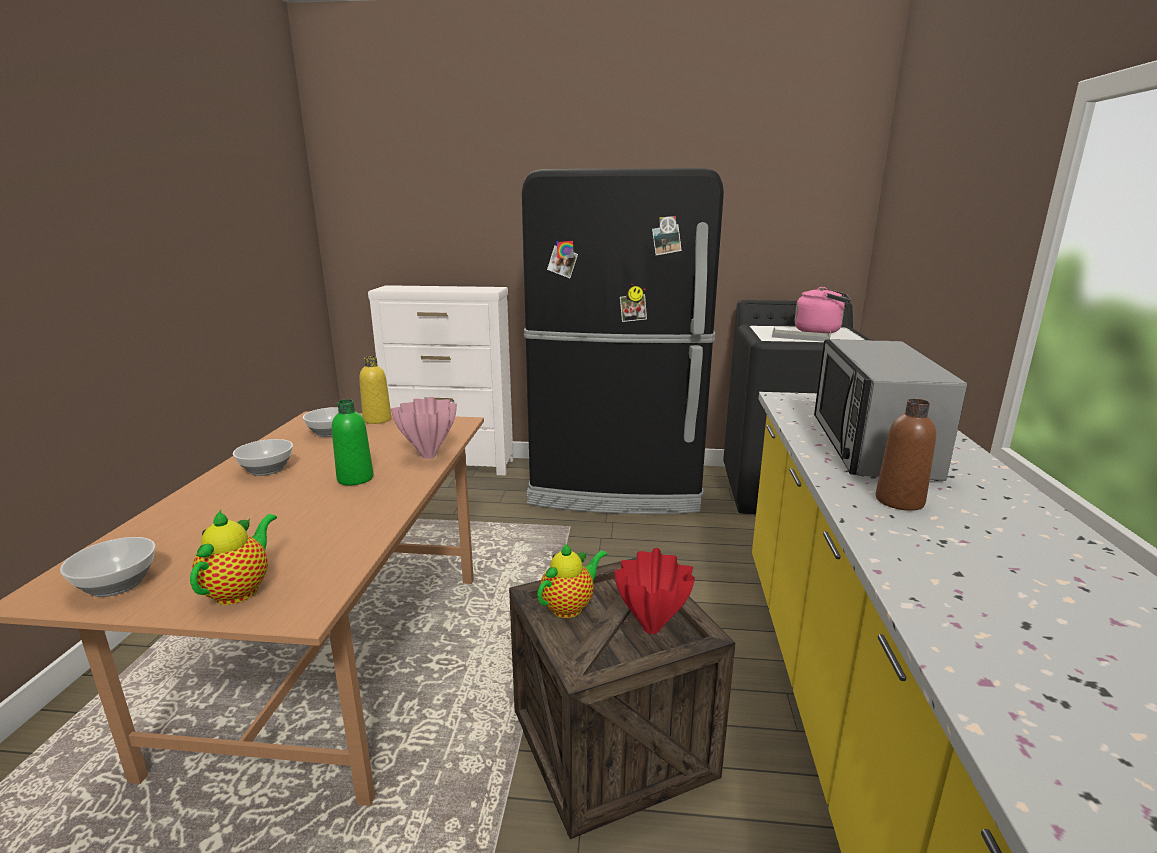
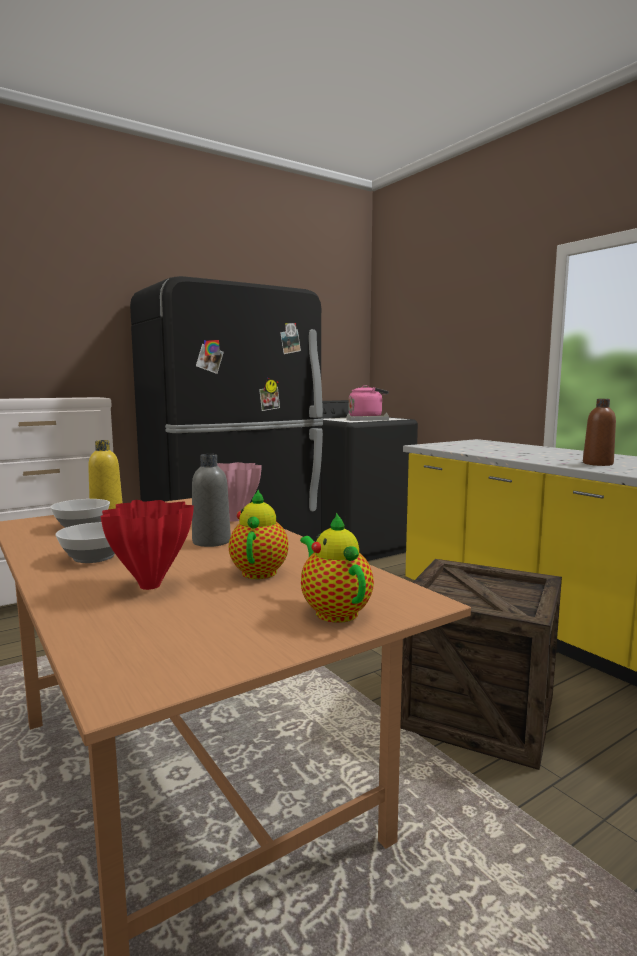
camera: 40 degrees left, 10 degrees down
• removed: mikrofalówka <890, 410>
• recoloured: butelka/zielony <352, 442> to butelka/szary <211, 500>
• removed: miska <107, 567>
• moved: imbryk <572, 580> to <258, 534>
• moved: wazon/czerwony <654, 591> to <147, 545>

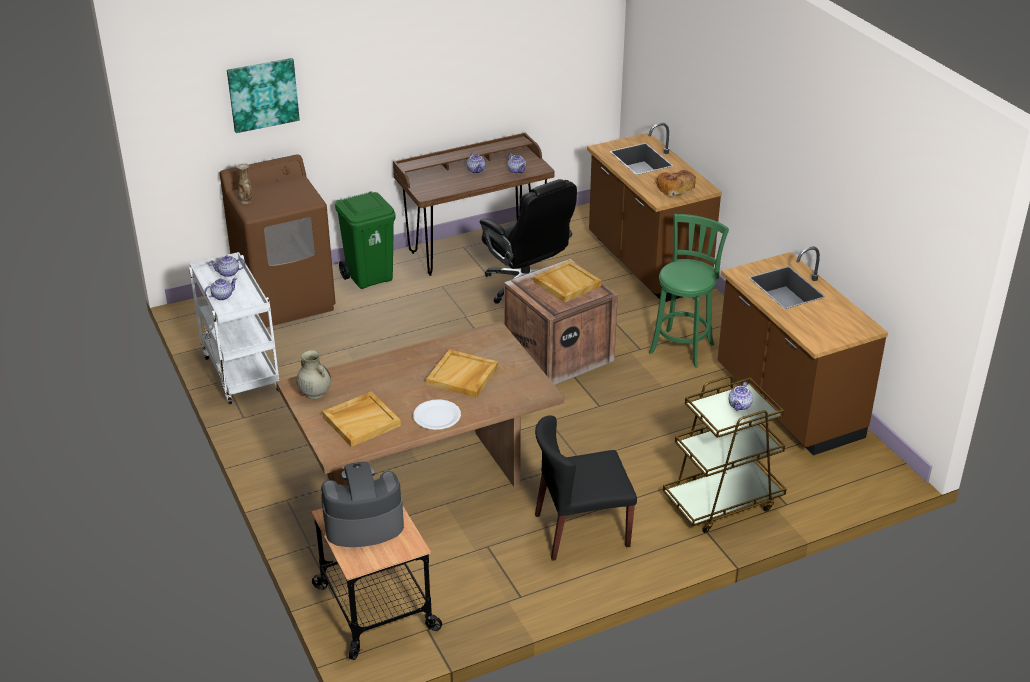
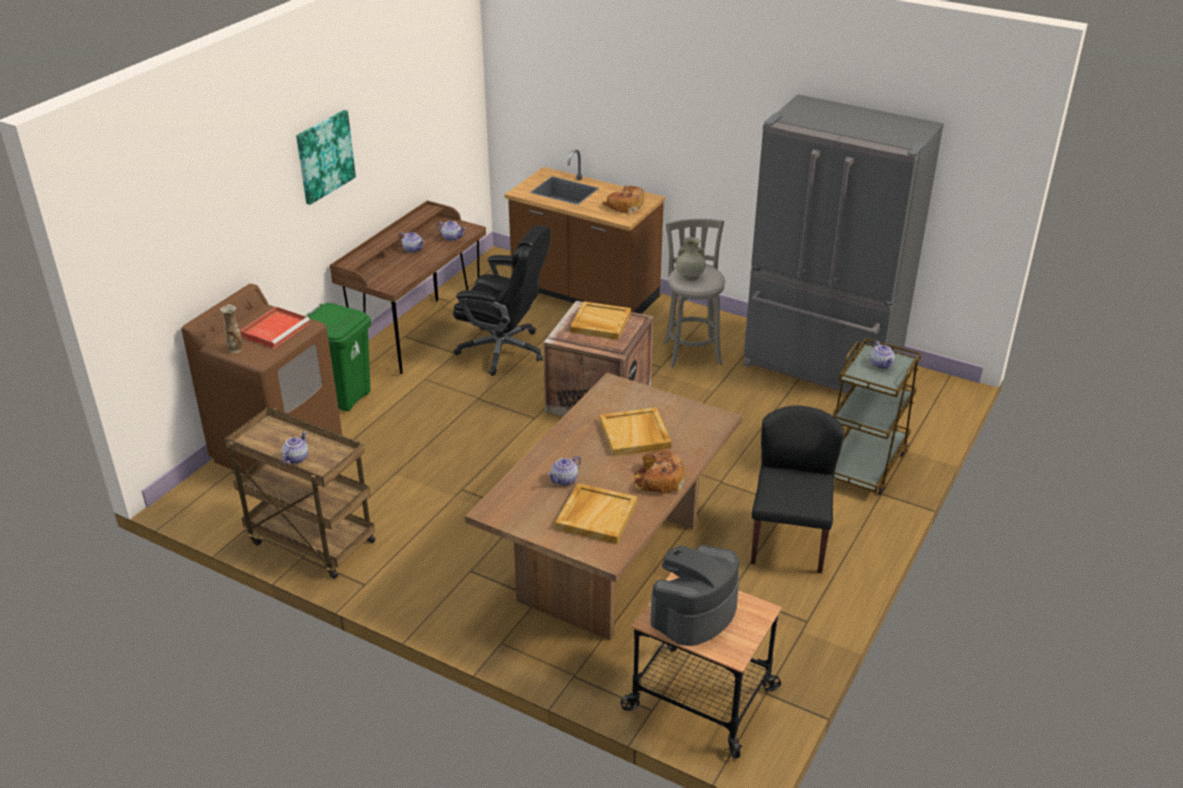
camera: 35 degrees left, 0 degrees up
• moved: obraz <263, 95> to <326, 157>
• recoloured: stołek/zielony <689, 291> to stołek/szary <694, 293>
• replaced: zabudowa kuchenna/brązowy <802, 351> to lodówka/szary <843, 244>
• recoloured: wózek/biały <234, 328> to wózek/brązowy <299, 492>
• moved: imbryk <228, 266> to <564, 471>
• moved: wazon/beżowy <313, 374> to <691, 259>
• replaced: talerz/biały <437, 414> to chleb <658, 471>
• turned: krzesło/czarny <586, 488> = <797, 489> 150 degrees clockwise
• added: taca/czerwony <275, 328>

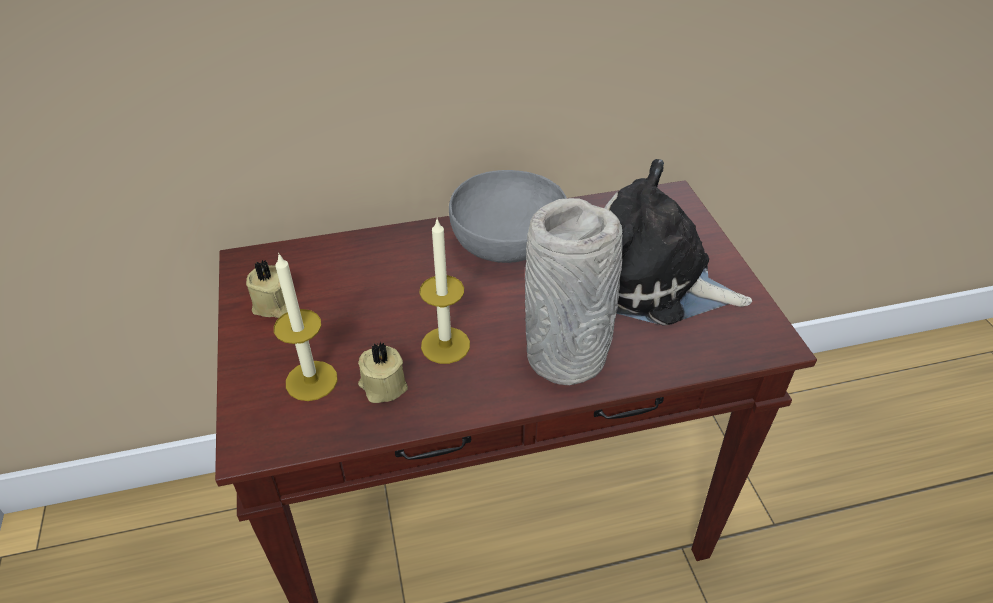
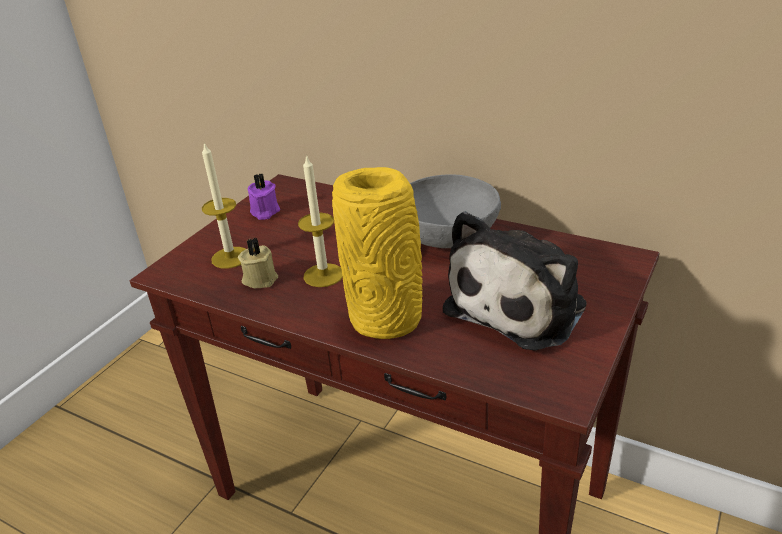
camera: 45 degrees right, 10 degrees down
• turned: pluszak <678, 242> = <514, 281> 120 degrees counterclockwise
• recoloured: wazon/szary <574, 291> to wazon/żółty <377, 253>
• recoloured: świeca/beżowy <266, 289> to świeca/fioletowy <264, 197>

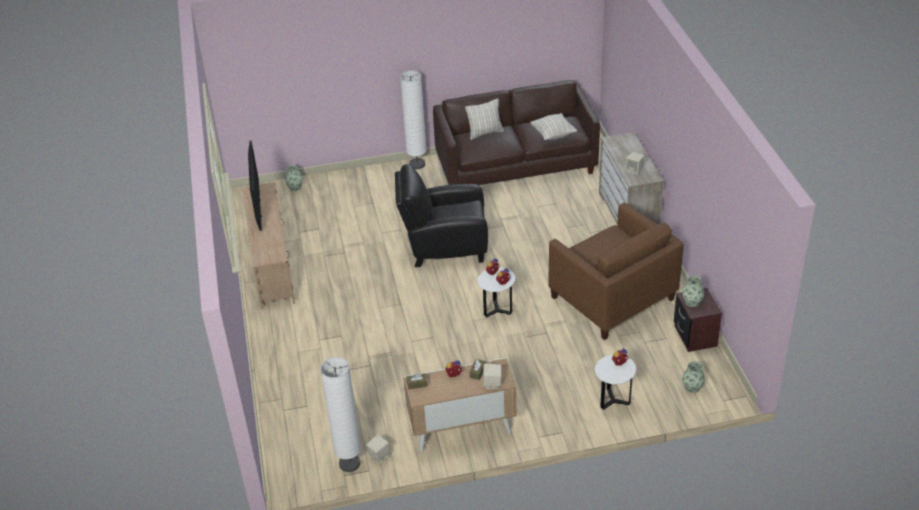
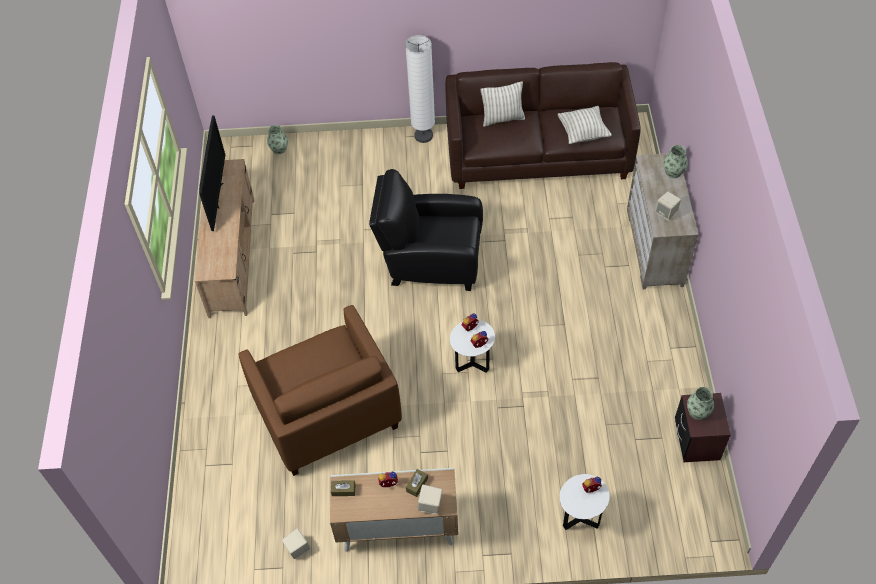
camera: 10 degrees right, 15 degrees up
• moved: fotel/brązowy <615, 271> to <320, 390>
• removed: lampa stojąca/biały <340, 414>
• moved: wazon <693, 377> to <676, 161>

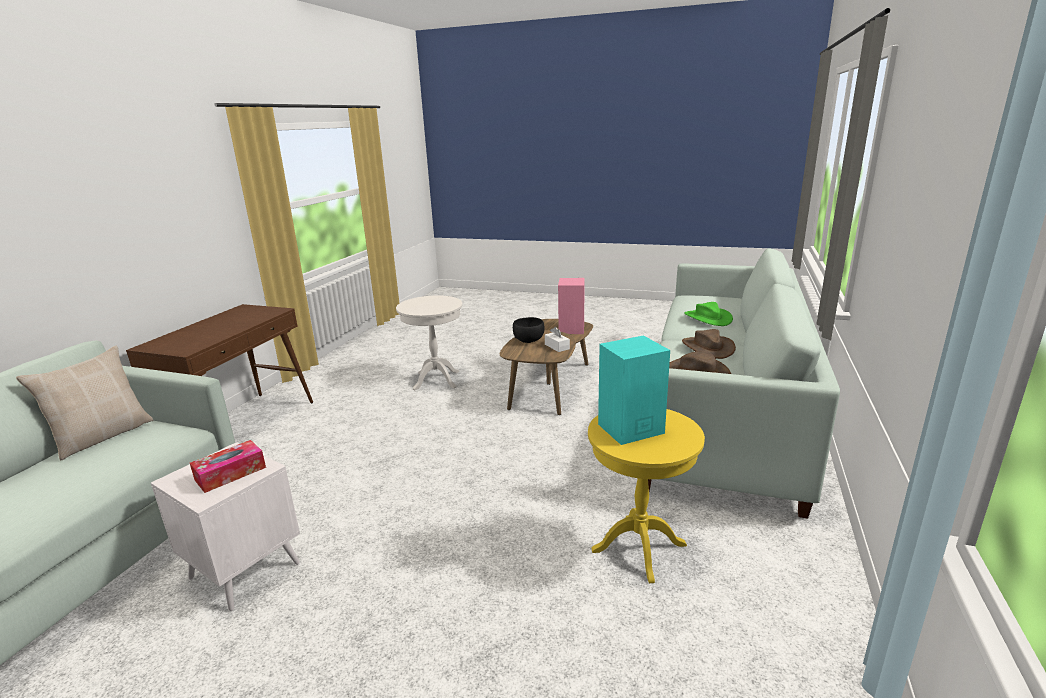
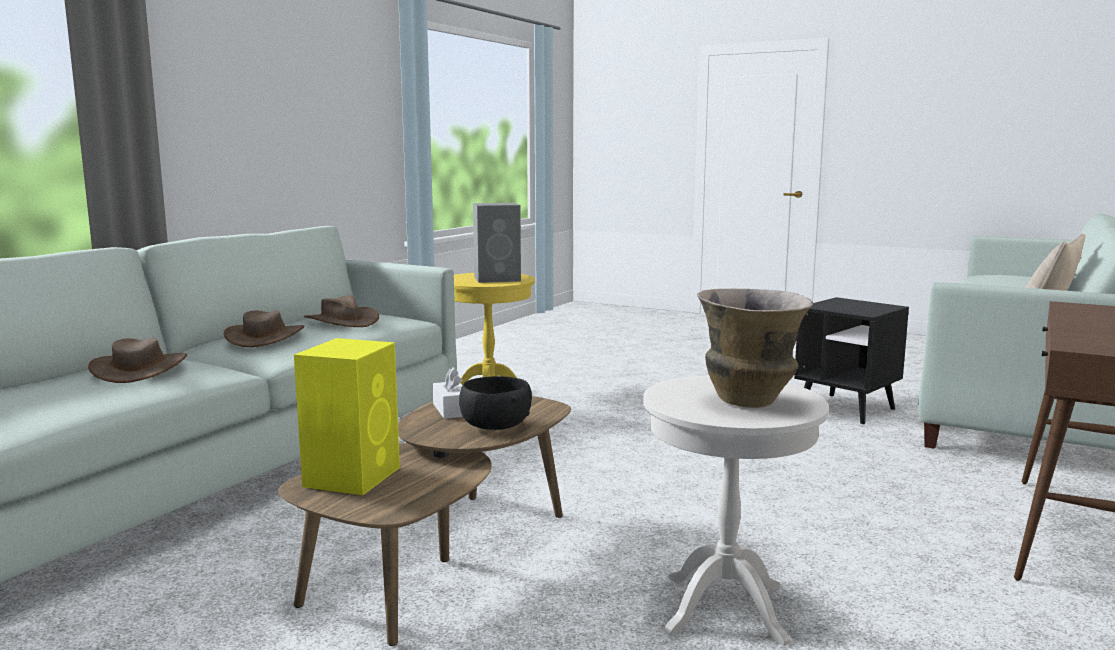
camera: 170 degrees left, 10 degrees down
• recoloured: głośnik/różowy <571, 306> to głośnik/żółty <347, 416>
• recoloured: kapelusz/zielony <708, 314> to kapelusz/brązowy <137, 360>
• recoloured: głośnik/turkusowy <634, 390> to głośnik/szary <497, 243>
• removed: pudełko chusteczek <228, 466>
• recoloured: stolik/biały <225, 526> to stolik/czarny <851, 361>
• added: wazon <755, 348>

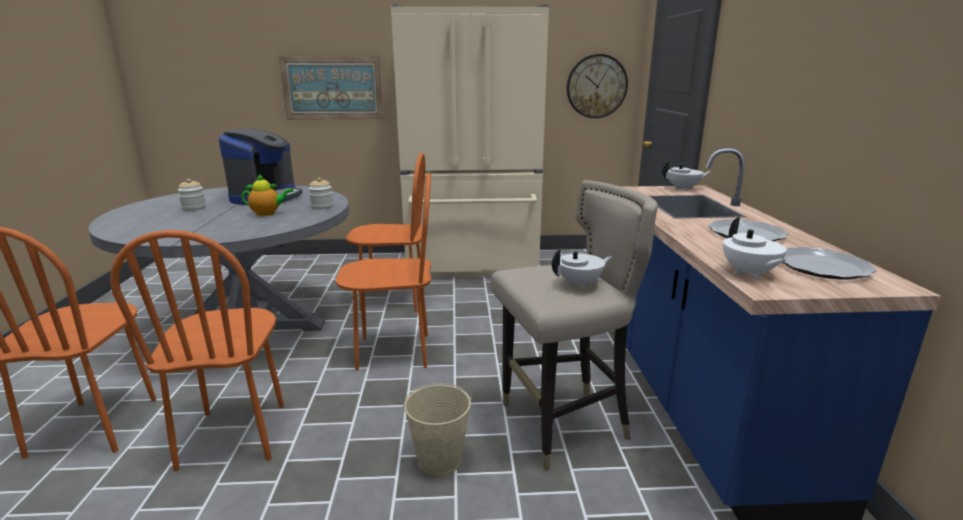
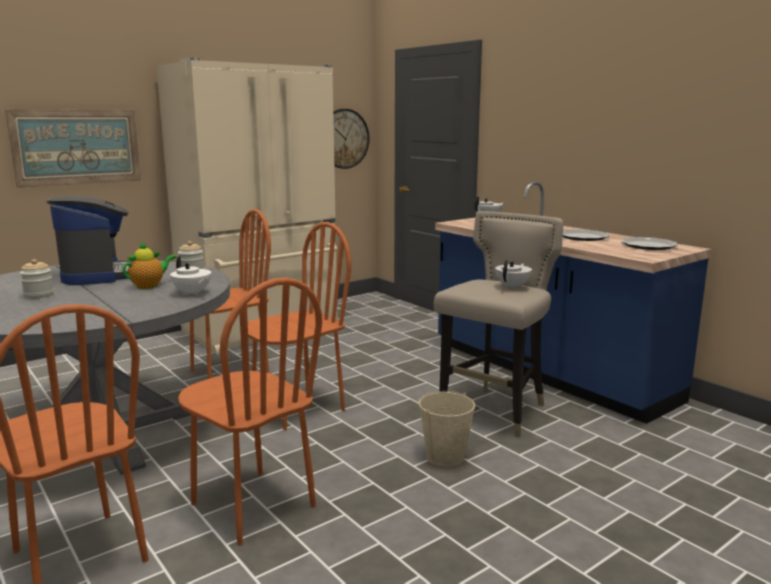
camera: 35 degrees left, 5 degrees down
• moved: imbryk/biały <755, 248> to <190, 275>

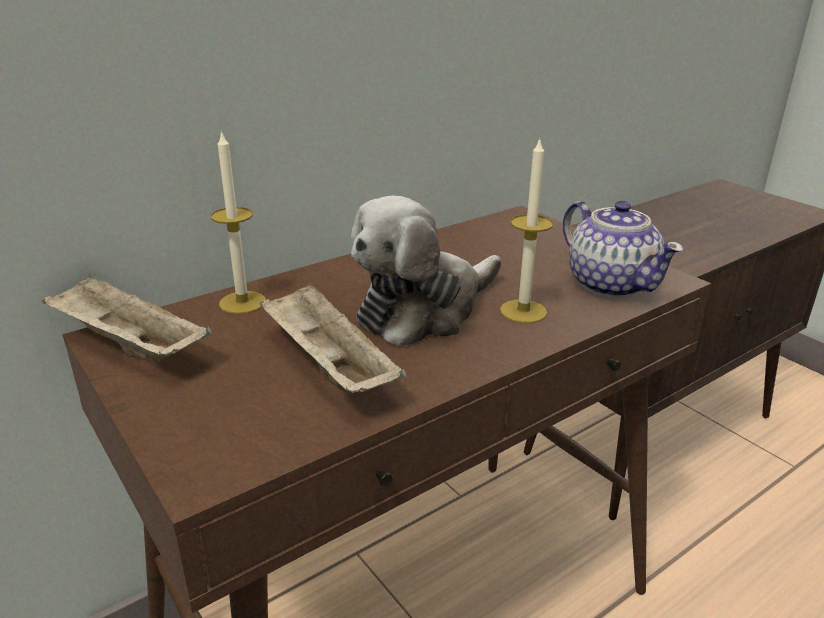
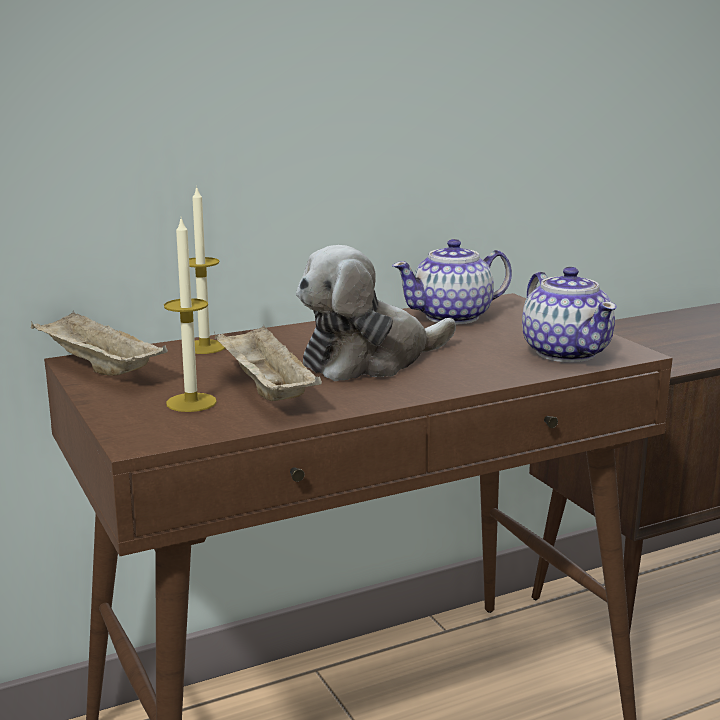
camera: 10 degrees right, 10 degrees down
• moved: świeca <526, 230> to <190, 315>
• added: imbryk <452, 281>

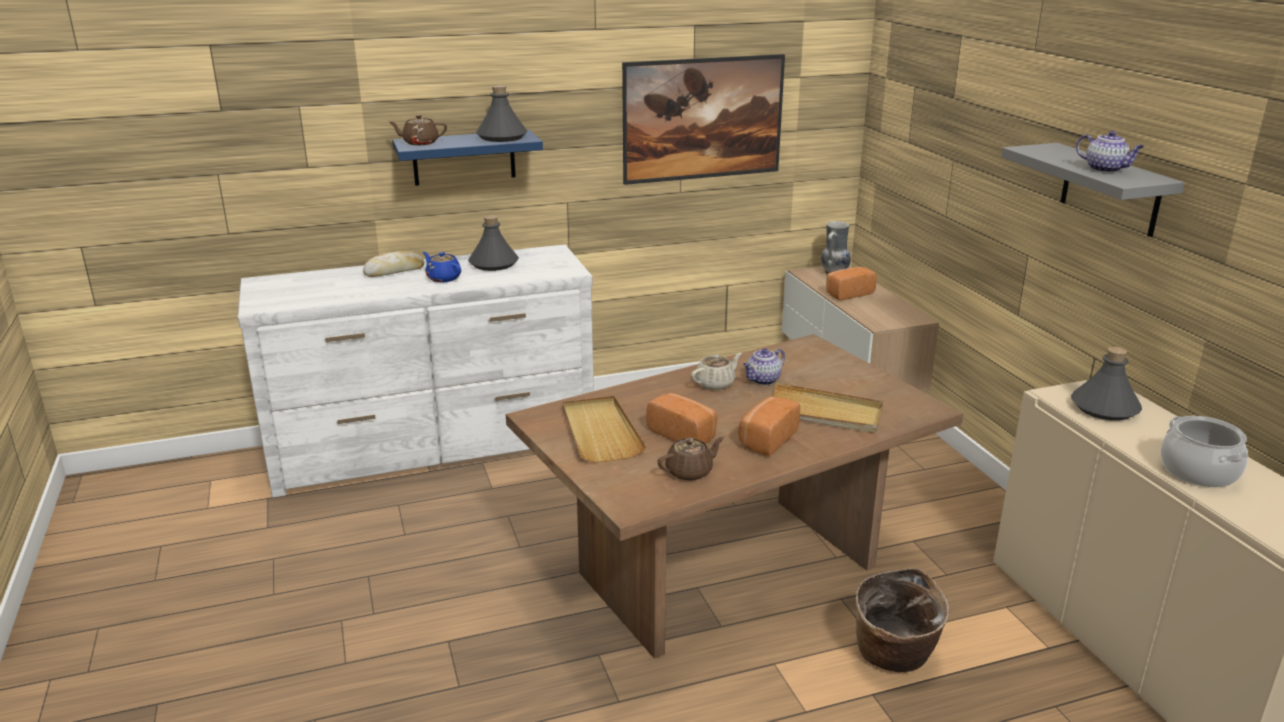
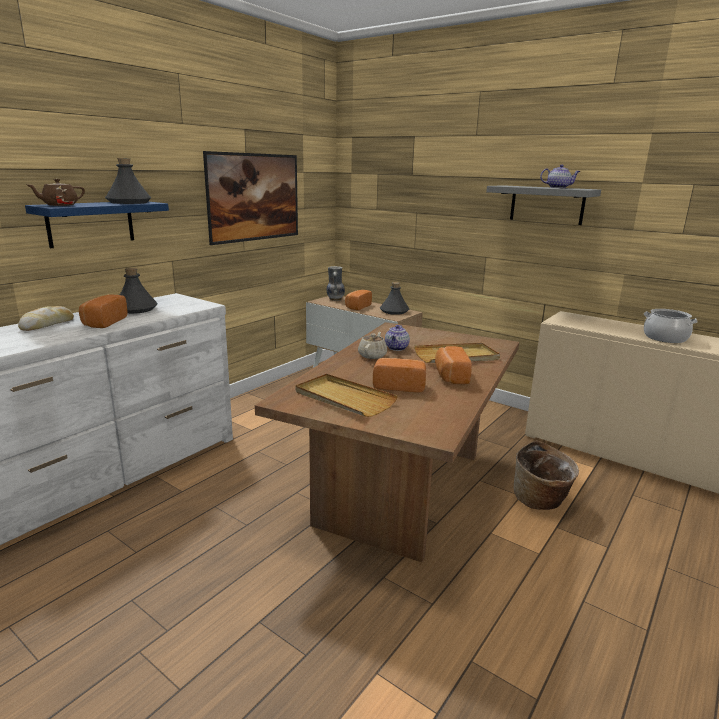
camera: 35 degrees left, 5 degrees down
• replaced: imbryk/niebieski <442, 267> to chleb <103, 311>
• moved: butelka/szary <1106, 384> to <394, 298>
• removed: imbryk/brązowy <690, 459>

